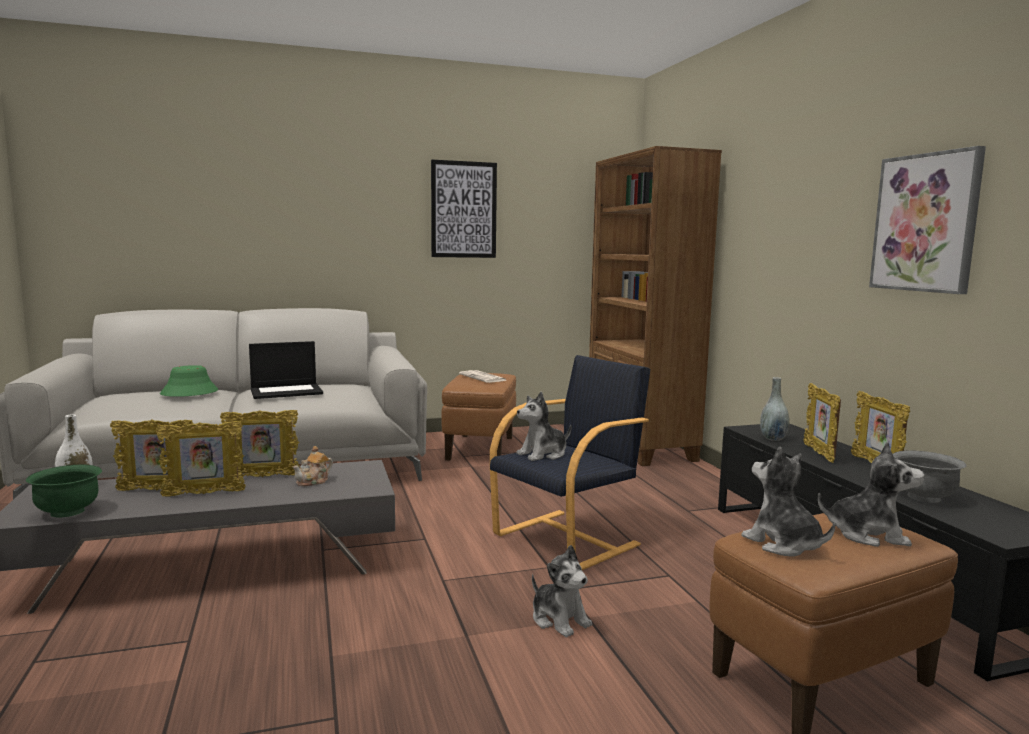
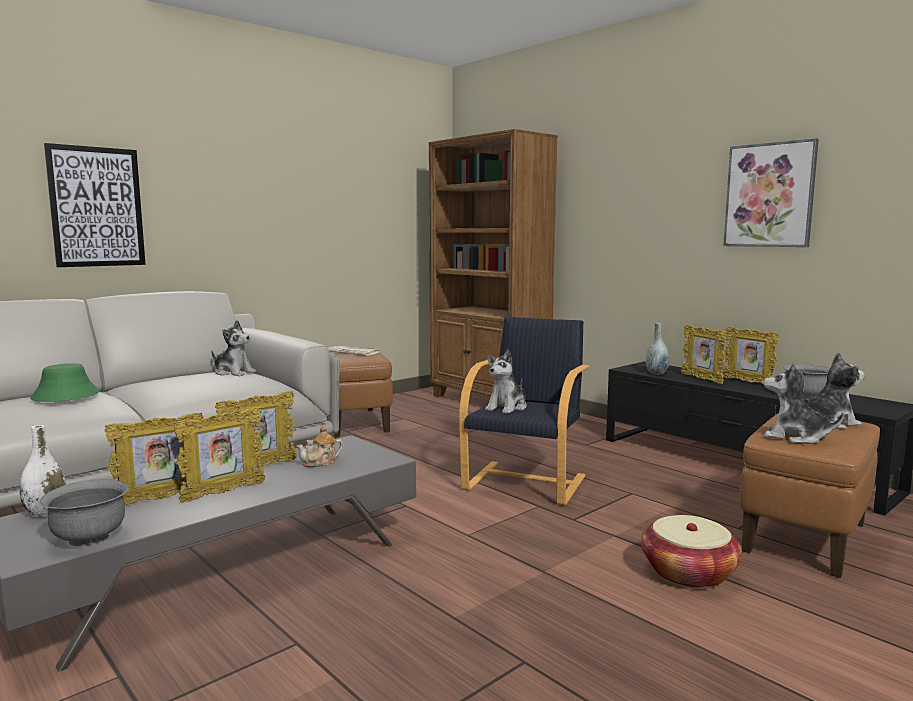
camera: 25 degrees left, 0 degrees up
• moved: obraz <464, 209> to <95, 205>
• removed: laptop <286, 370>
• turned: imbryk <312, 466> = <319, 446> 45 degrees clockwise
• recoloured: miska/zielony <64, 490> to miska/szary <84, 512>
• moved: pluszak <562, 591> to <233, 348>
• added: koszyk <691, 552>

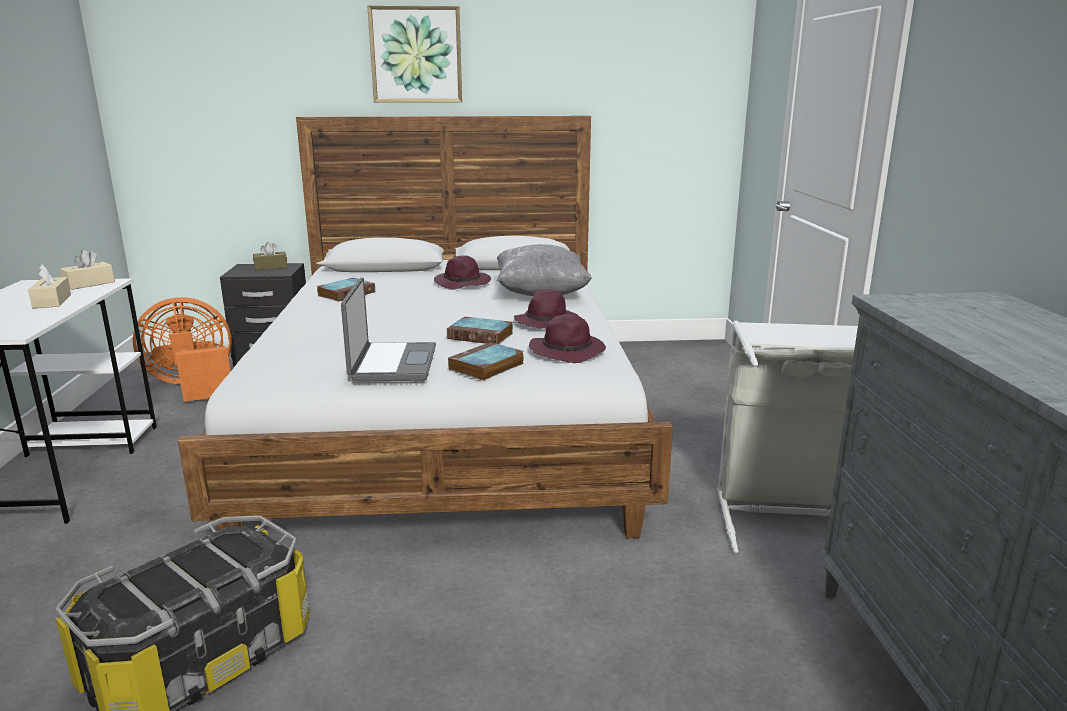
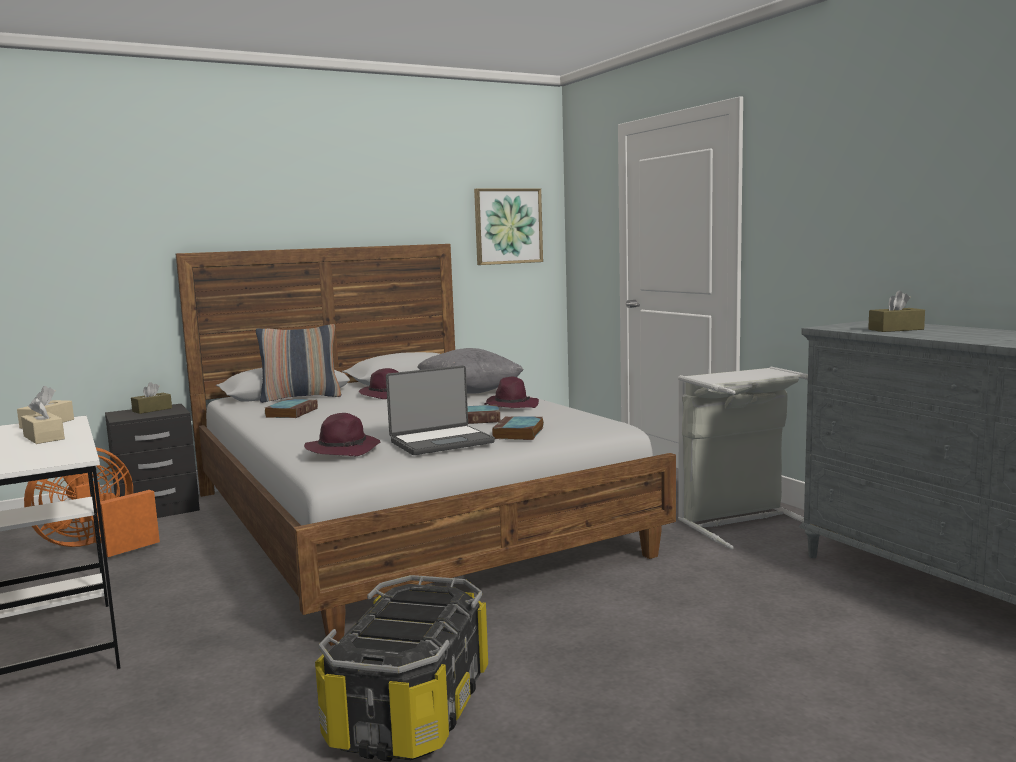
camera: 25 degrees left, 10 degrees down
• moved: obraz <414, 53> to <508, 226>
• turned: laptop <388, 330> = <440, 410> 90 degrees clockwise
• moved: kapelusz/fioletowy <567, 338> to <342, 434>
• added: pudełko chusteczek/brązowy <896, 311>
• added: poduszka <298, 363>

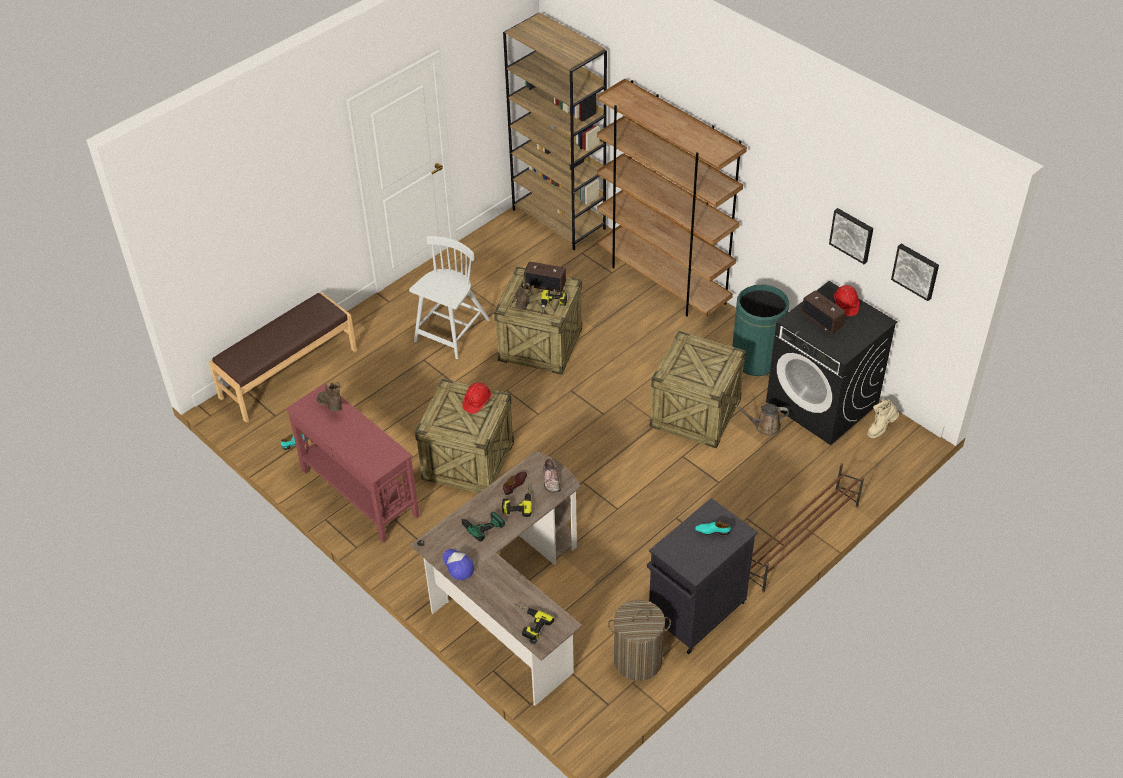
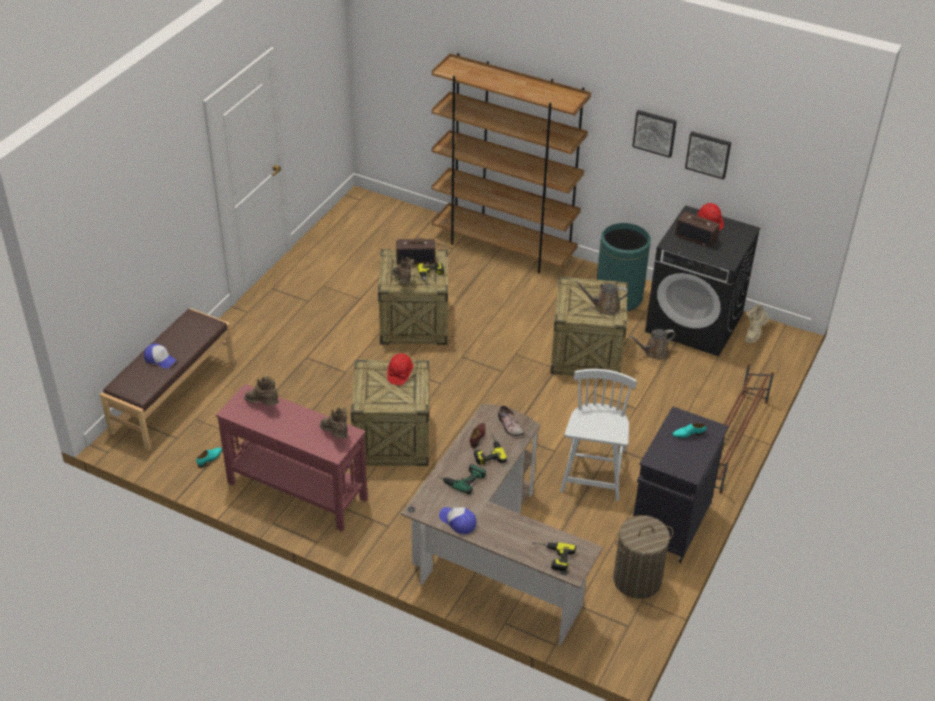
camera: 20 degrees left, 5 degrees down
• removed: regał/brązowy <555, 131>
• moved: krzesło/biały <449, 297> to <598, 435>
• moved: obraz <915, 272> to <654, 134>
• added: konewka/brązowy <601, 298>
• added: czapka z daszkiem <160, 356>
• added: but z cholewką/brązowy <334, 422>

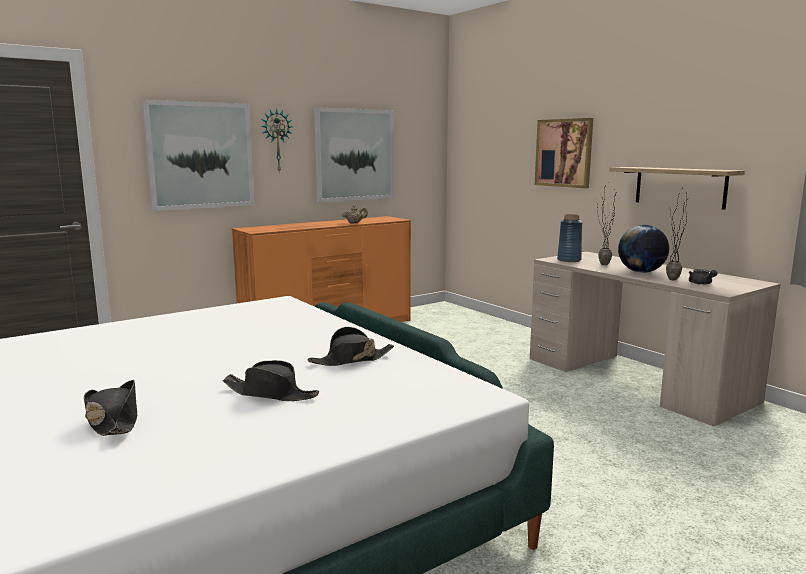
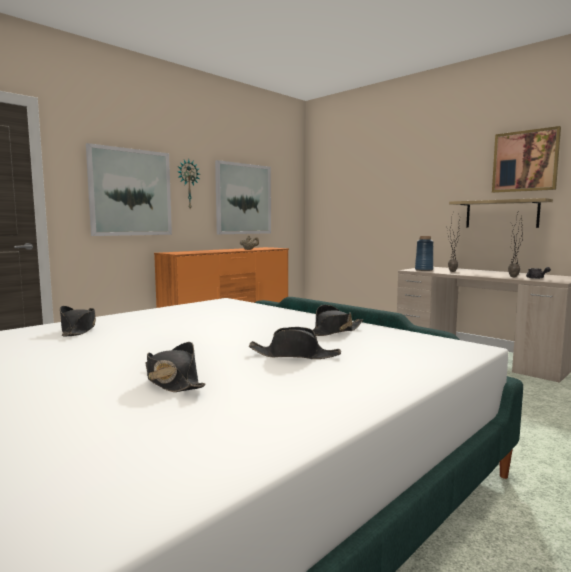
camera: 10 degrees left, 5 degrees down
• moved: obraz <564, 153> to <526, 159>
• removed: globus <643, 249>
• added: kapelusz/czarny <78, 321>

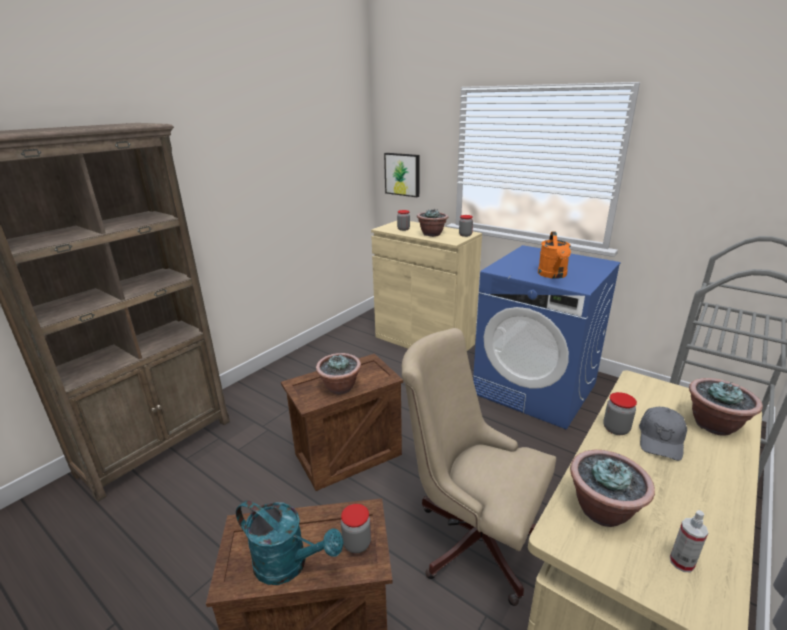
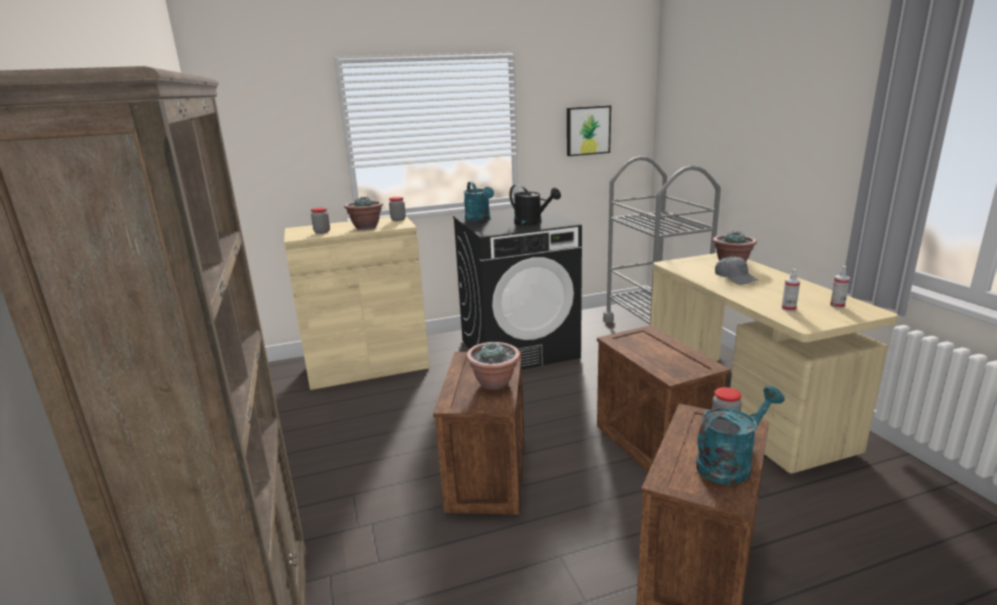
camera: 55 degrees left, 5 degrees down
• moved: obraz <402, 175> to <589, 130>
• recoloured: konewka/pomarańczowy <554, 255> to konewka/czarny <535, 205>
• recoloured: pralka/niebieski <547, 337> to pralka/czarny <517, 288>
• replaced: krzesło biurowe/beżowy <479, 467> to skrzynka <664, 398>
• removed: słoik <620, 413>
• replaced: roślina doniczkowa <612, 488> to spryskiwacz <791, 290>
• added: konewka/turkusowy <479, 201>

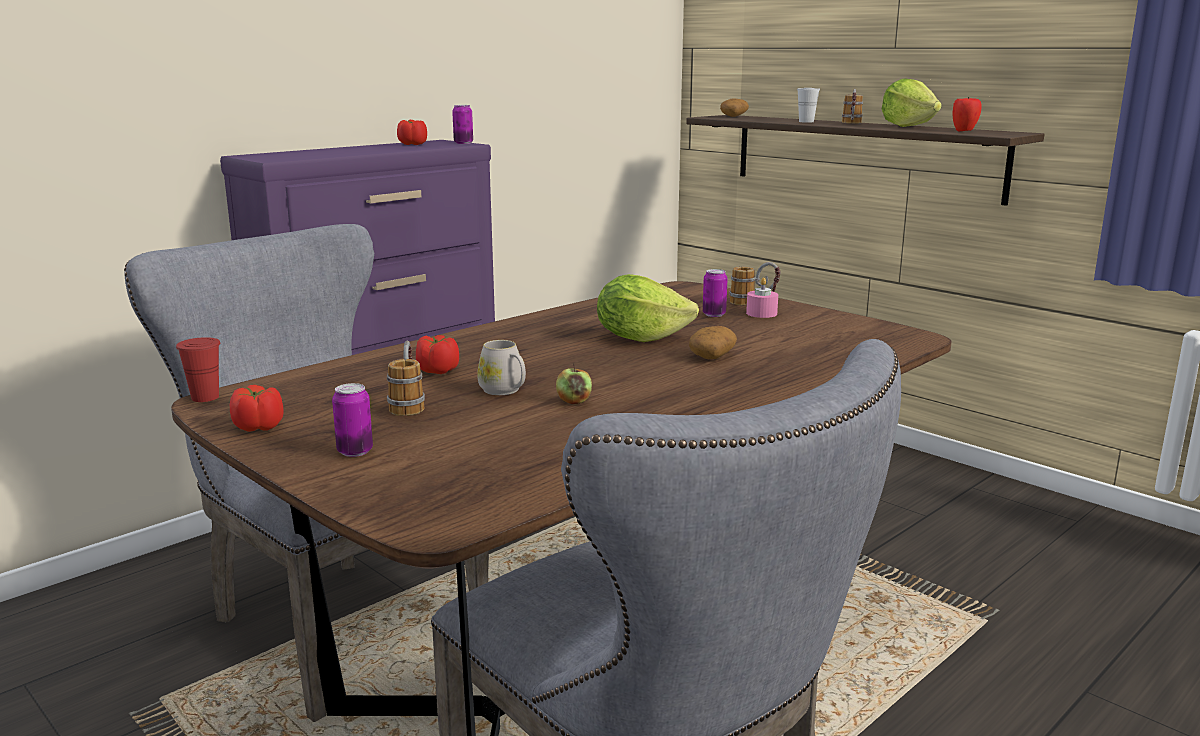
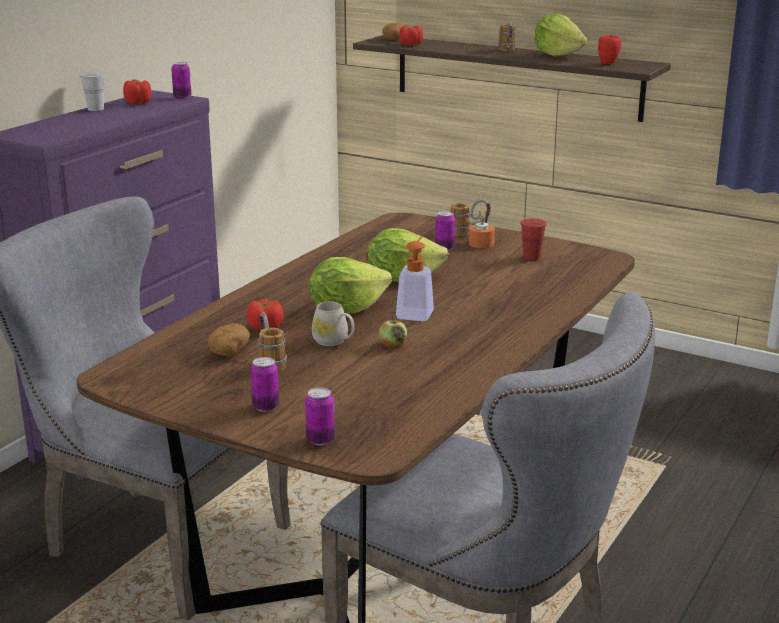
camera: 15 degrees left, 5 degrees up
• moved: filiżanka/biały <808, 105> to <92, 91>
• recoloured: świeca/różowy <762, 298> to świeca/pomarańczowy <482, 231>
• moved: ziemniak <713, 342> to <229, 340>
• moved: filiżanka/czerwony <198, 369> to <533, 239>
• moved: pomidor <257, 408> to <411, 35>
• added: dozownik mydła <415, 278>
• added: sałata <350, 285>
• added: puszka <320, 416>

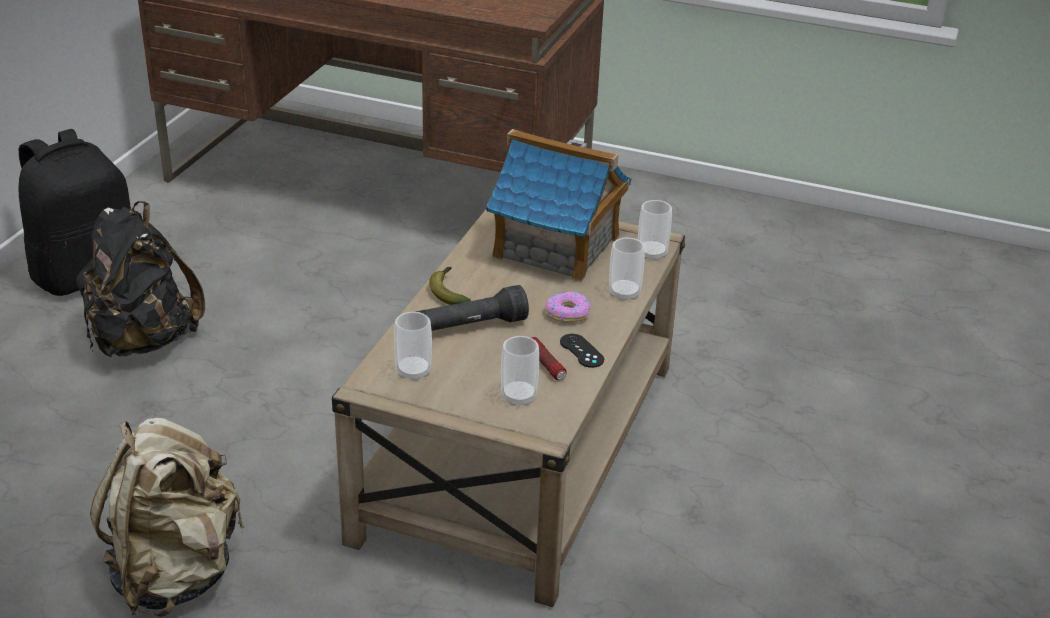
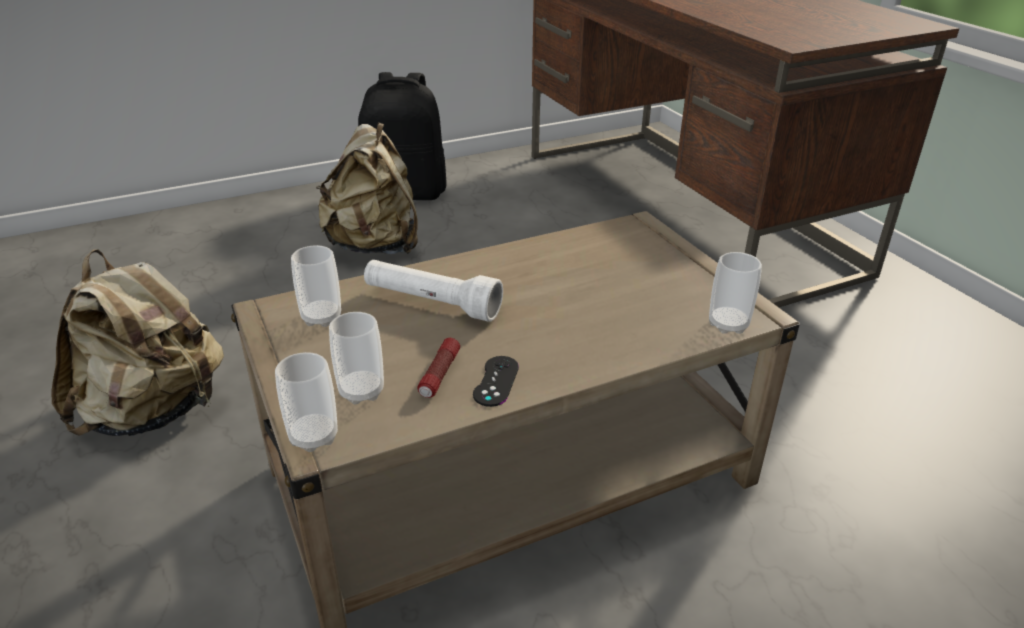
camera: 45 degrees right, 0 degrees up
• removed: domek <559, 205>
• recoloured: plecak/czarny <140, 279> to plecak/beżowy <367, 188>
• moved: filiżanka <627, 269> to <306, 402>
• removed: banan <450, 286>
• recoloured: latarka/czarny <472, 308> to latarka/biały <433, 291>
• removed: donut <568, 307>

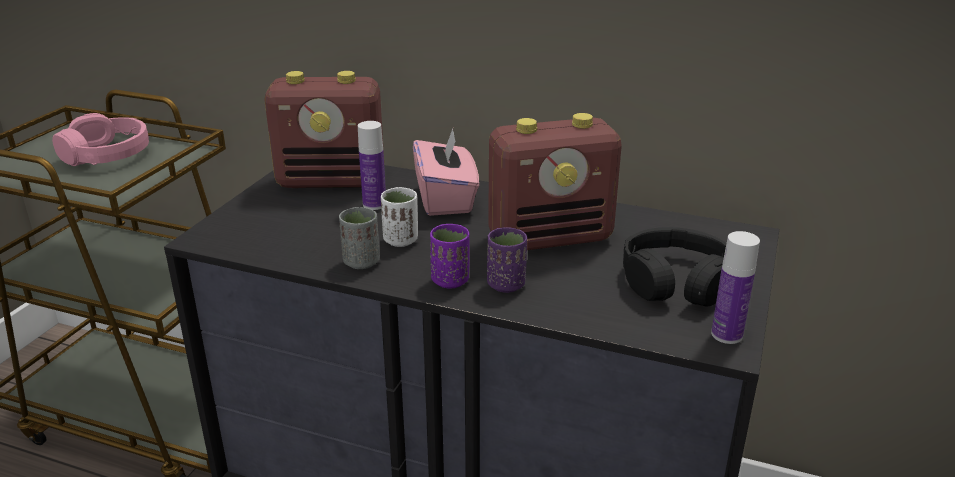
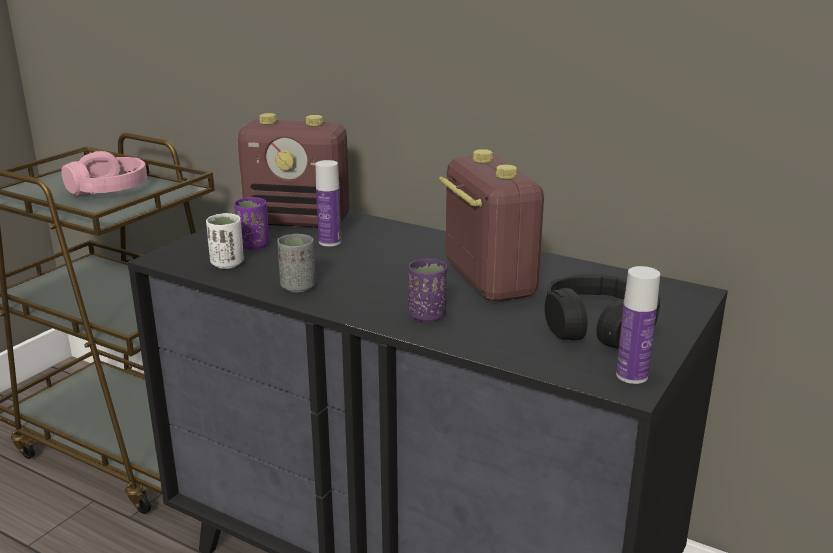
camera: 10 degrees right, 5 degrees down
• turned: radio <555, 181> = <491, 225> 105 degrees counterclockwise
• removed: pudełko chusteczek/różowy <446, 172>
• moved: filiżanka/biały <399, 217> to <225, 241>
• moved: filiżanka/fioletowy <450, 256> to <251, 223>

